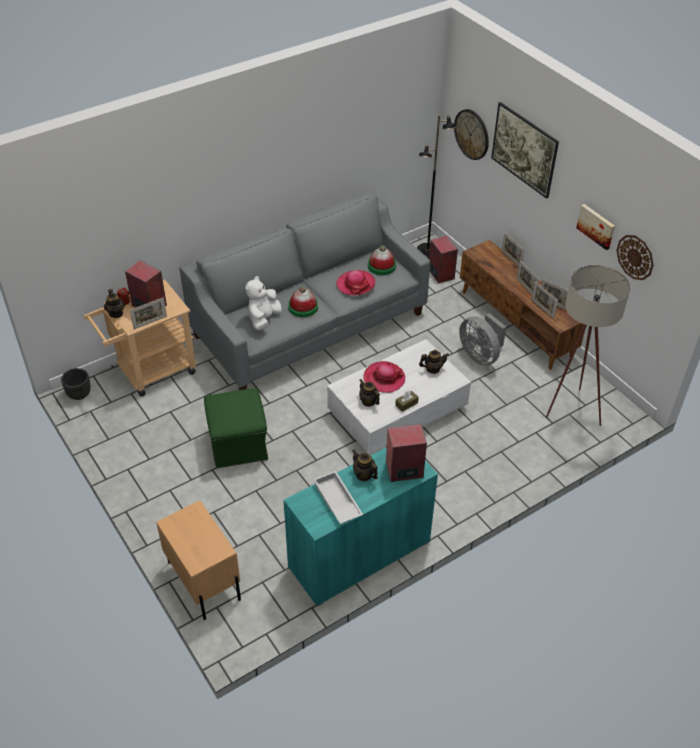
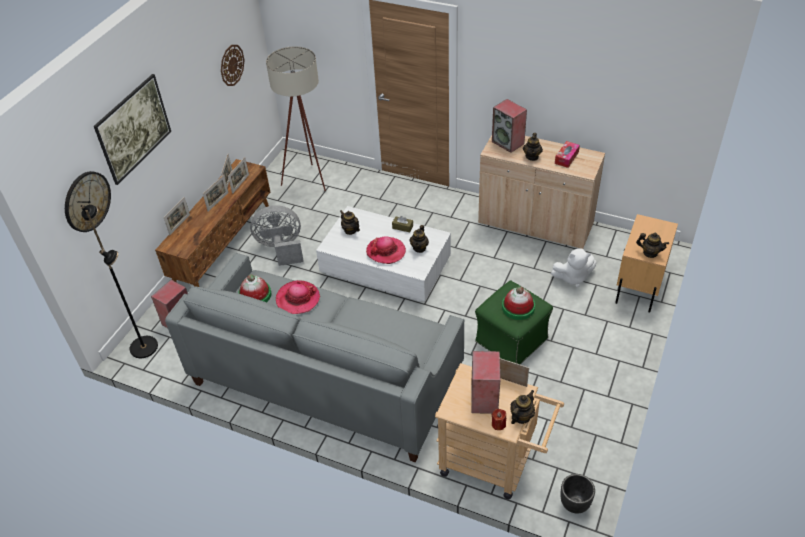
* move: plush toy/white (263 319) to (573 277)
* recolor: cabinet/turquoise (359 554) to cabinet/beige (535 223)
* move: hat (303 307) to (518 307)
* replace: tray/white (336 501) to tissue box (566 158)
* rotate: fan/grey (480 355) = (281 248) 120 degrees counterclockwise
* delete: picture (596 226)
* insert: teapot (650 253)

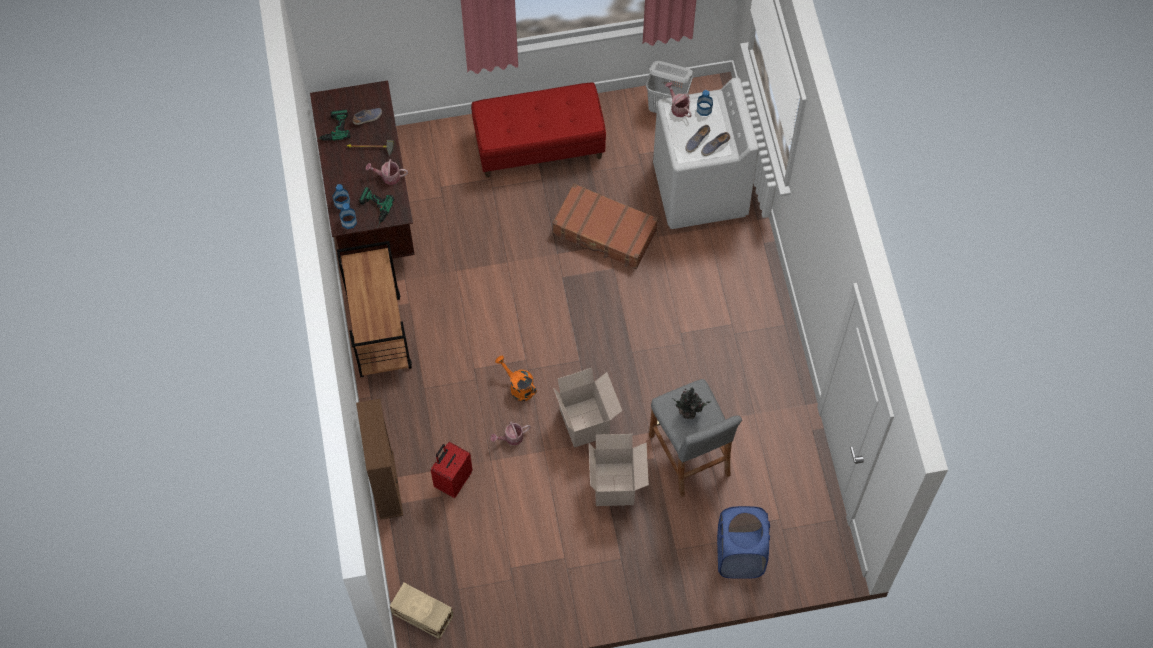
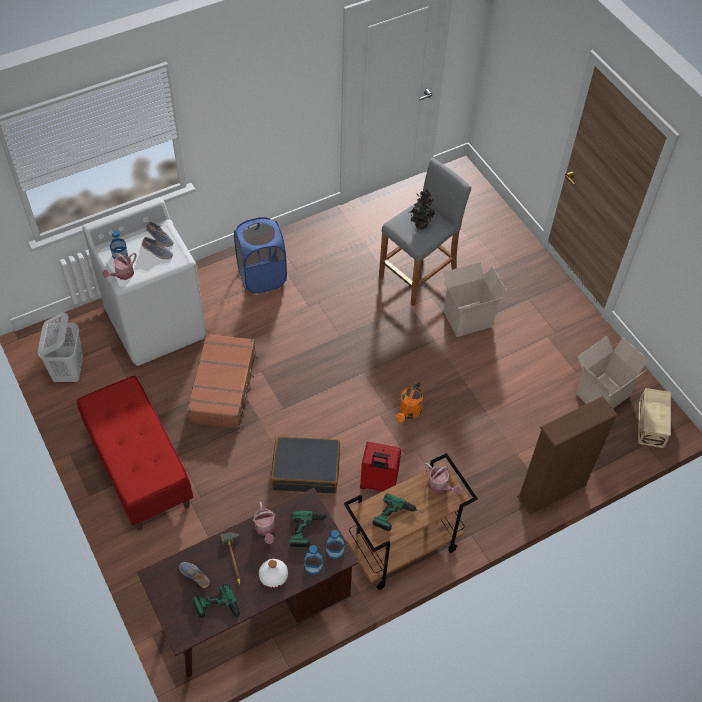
* move: suitcase/red (453 480) to (378 483)
* move: watering can (511 438) to (440 486)
* move: cardboard box (586 422) to (601 393)
* move: laundry basket/blue (739 555) to (262 277)
* insert: bottle/white (273 575)
* insert: suitcase/black (306 470)
* insert: power drill (398 517)

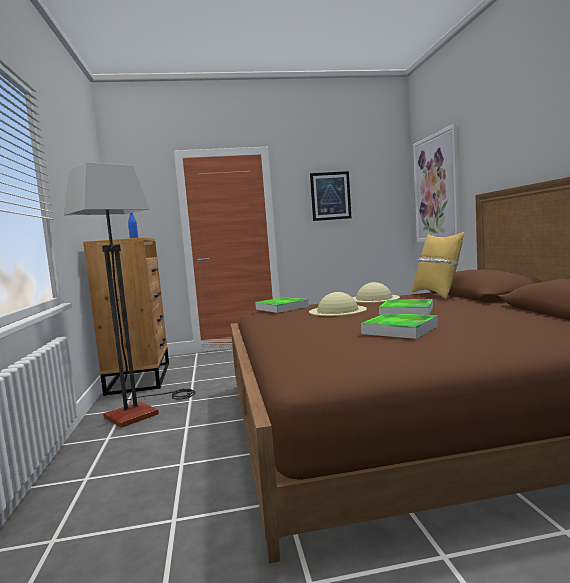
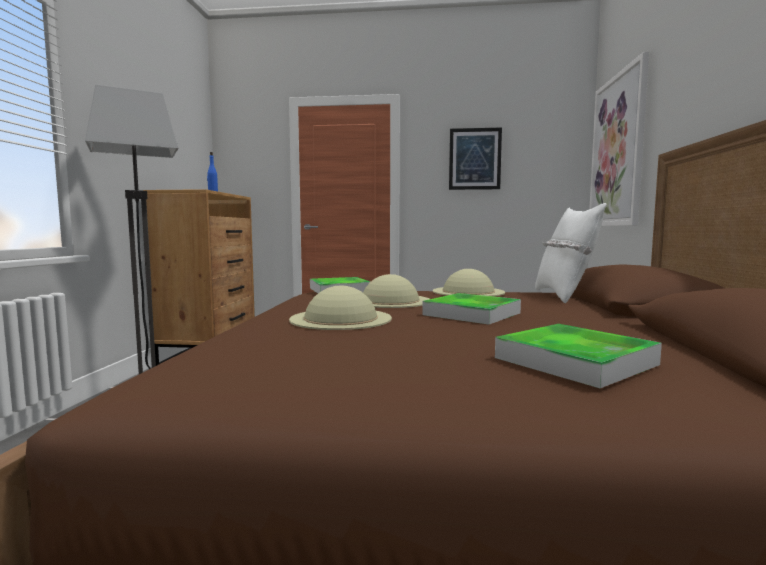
* move: tray (400 330) to (575 361)
* recolor: pillow/yellow (437 294) to pillow/white (564 295)
* insert: hat/beige (340 318)

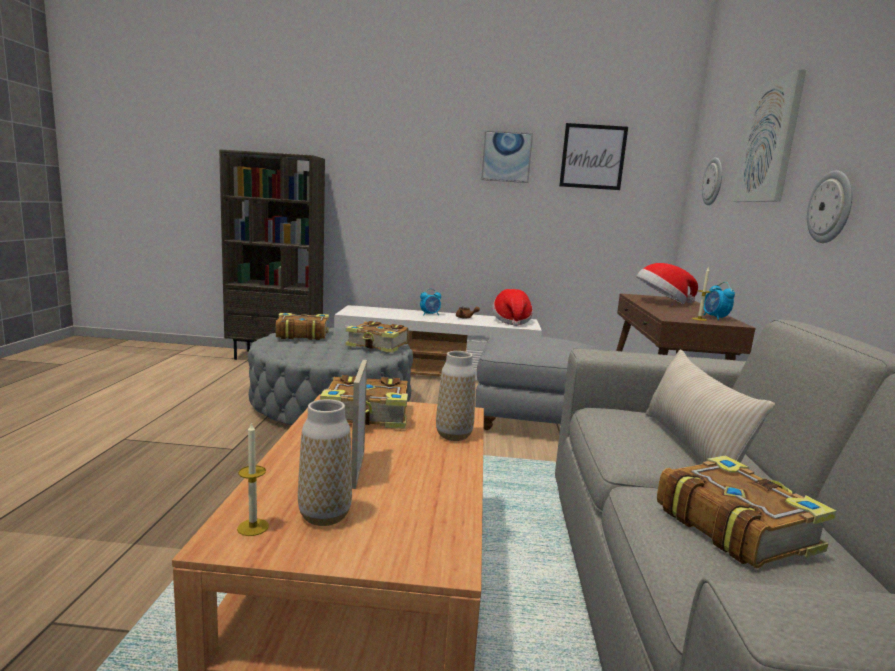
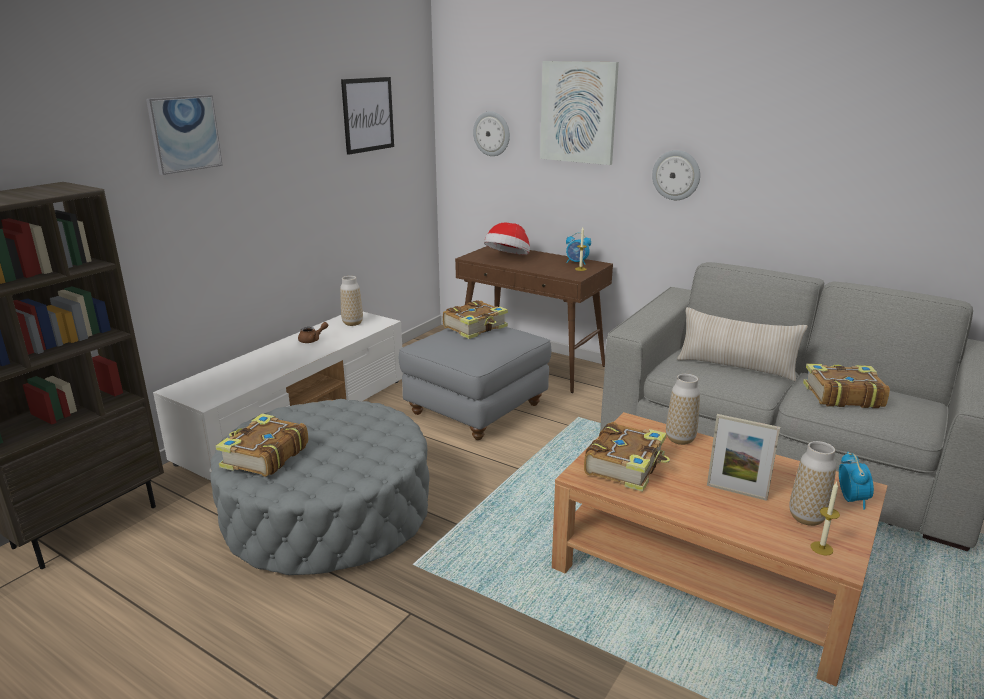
* move: book (378 346) to (476 327)
* move: alarm clock (430 314) to (851 499)
* move: picture (506 157) to (184 133)
* replace: hat (511 321) to vase (352 323)

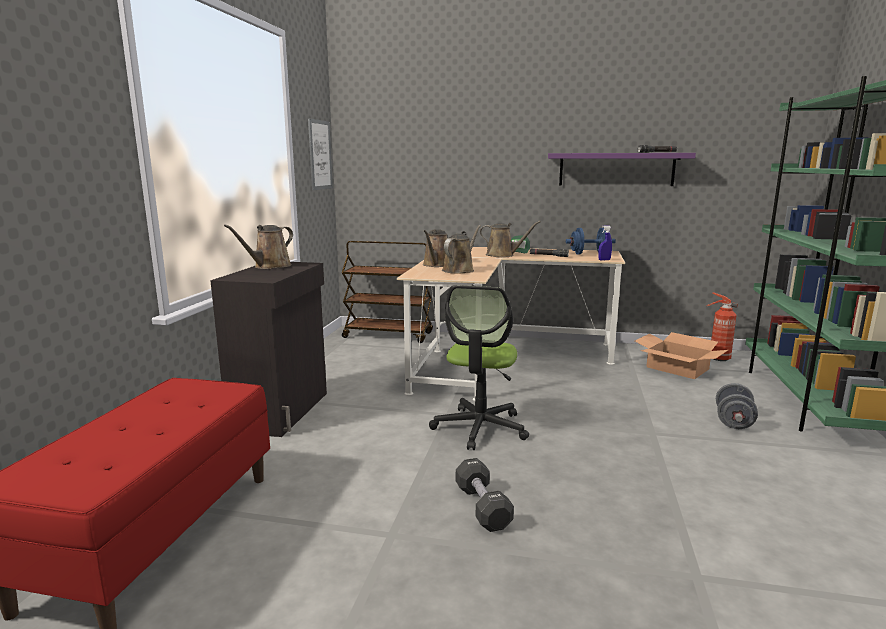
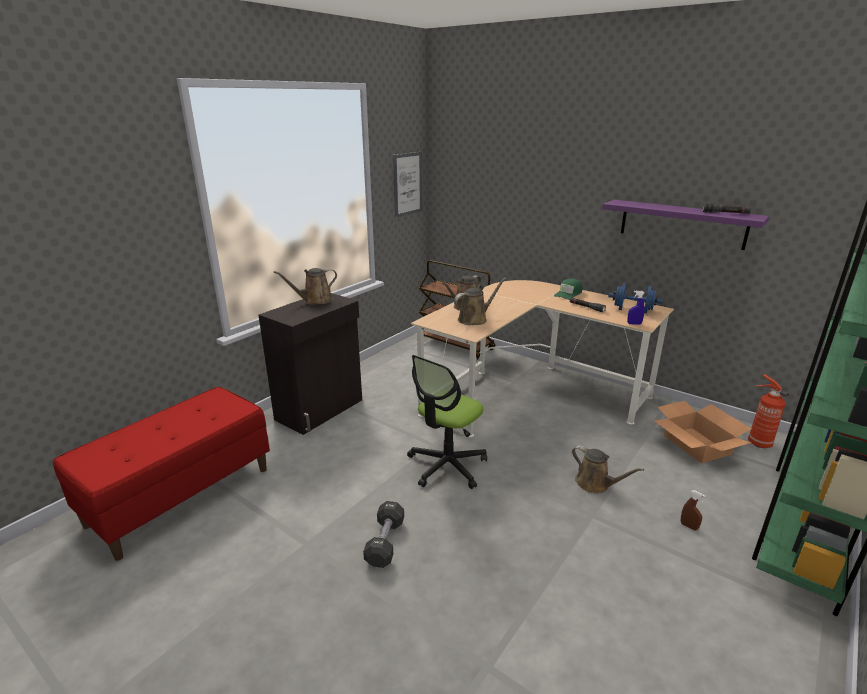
* move: watering can/brown (503 255) to (595 484)
* replace: dumbbell/grey (733 421) to spray bottle/brown (688 526)

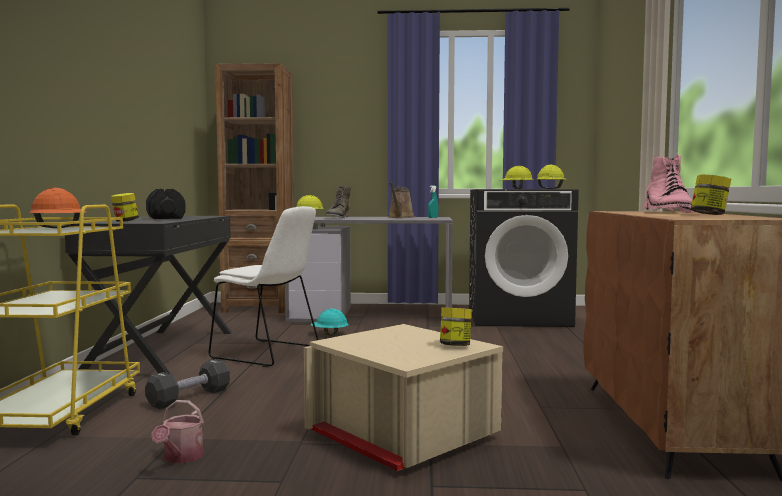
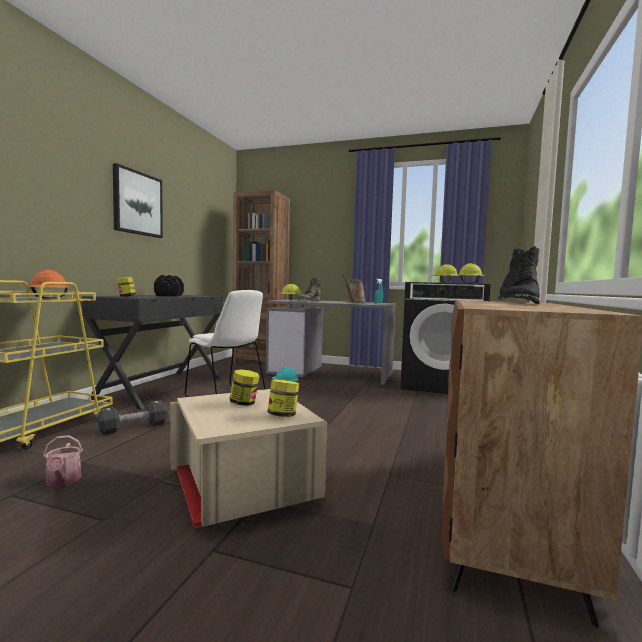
* rotate: watering can (181 458) = (63 481) 45 degrees counterclockwise
* recolor: boot/pink (667 212) to boot/black (518 303)
* move: jar (709 215) to (244 403)
* insert: picture (137 203)

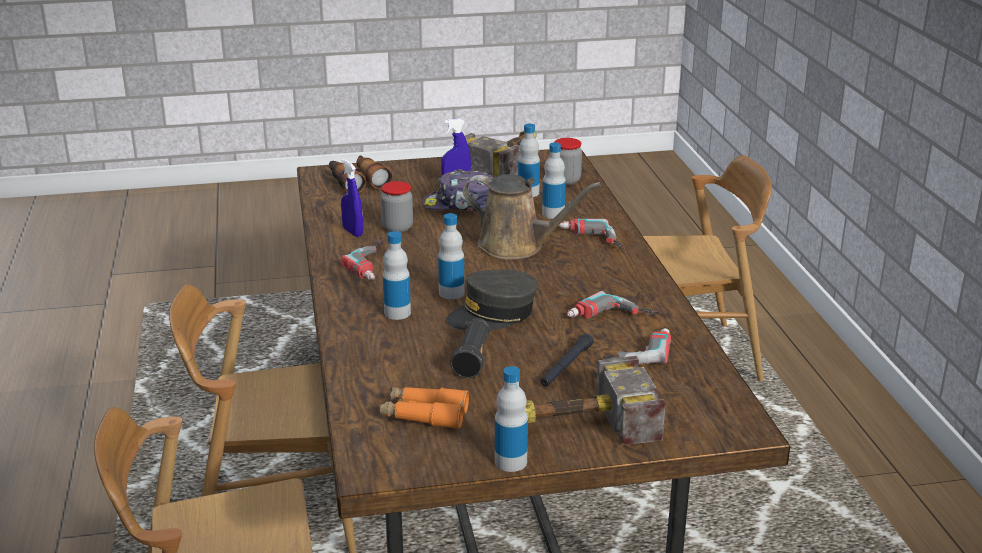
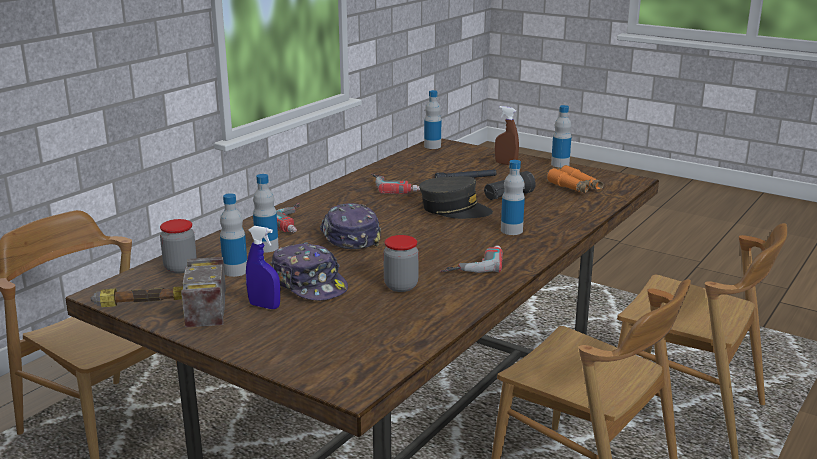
* delete: binoculars (357 182)
* delete: spray bottle/blue (353 232)
* move: bottle (451 293) to (432 146)
* replace: watering can/brown (517 246) to cap (349 237)
* replace: hammer (577 424) to spray bottle/brown (506 164)
* delete: power drill (634 351)

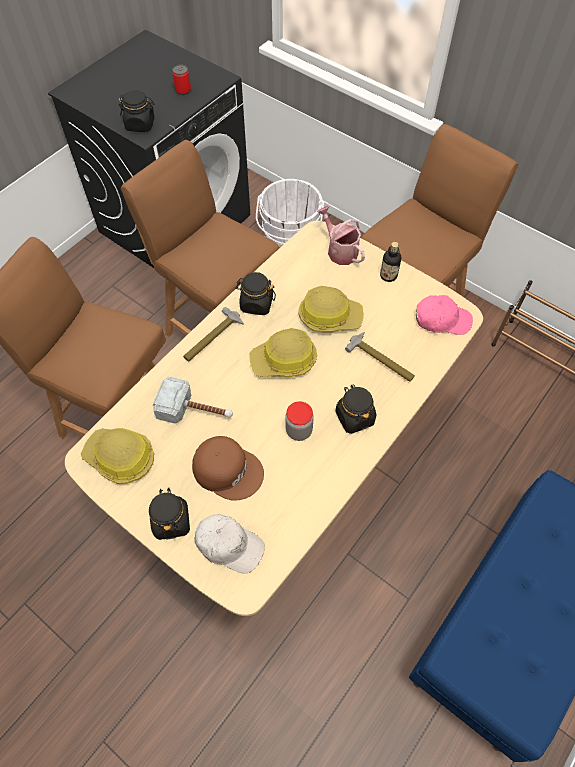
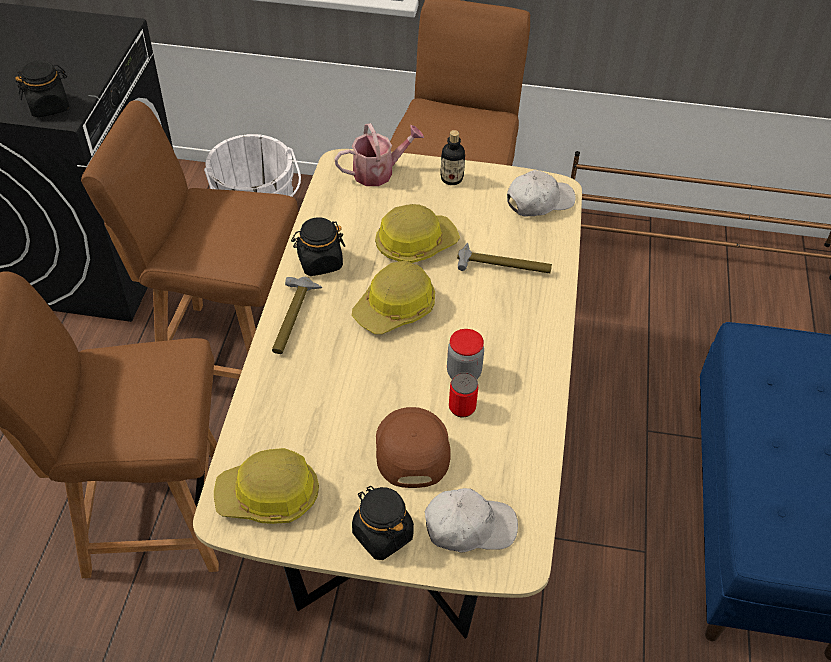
* delete: hammer (196 411)
* move: can (183 90) to (462 407)
* rotate: cap/brown (228 469) = (411 449) 90 degrees counterclockwise
* rotate: watering can (339 250) = (378 172) 135 degrees clockwise
* delete: jar/black (354 417)
* recolor: cap/pink (441 320) to cap/white (539 201)

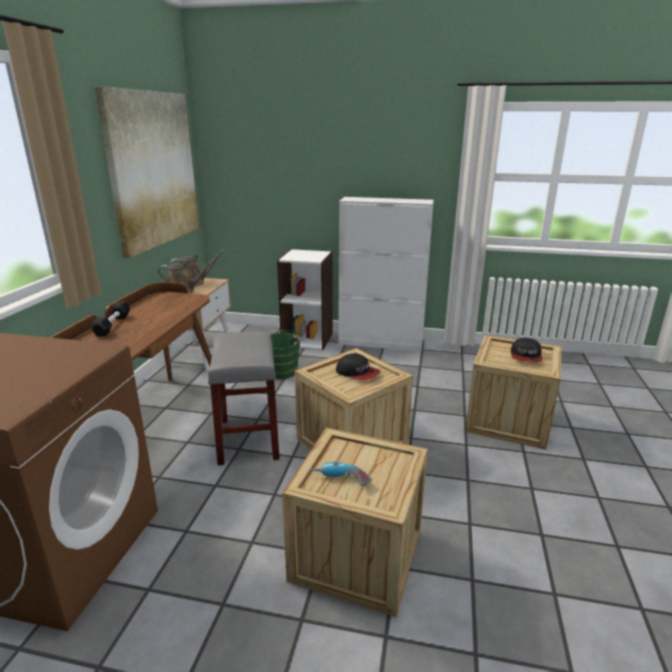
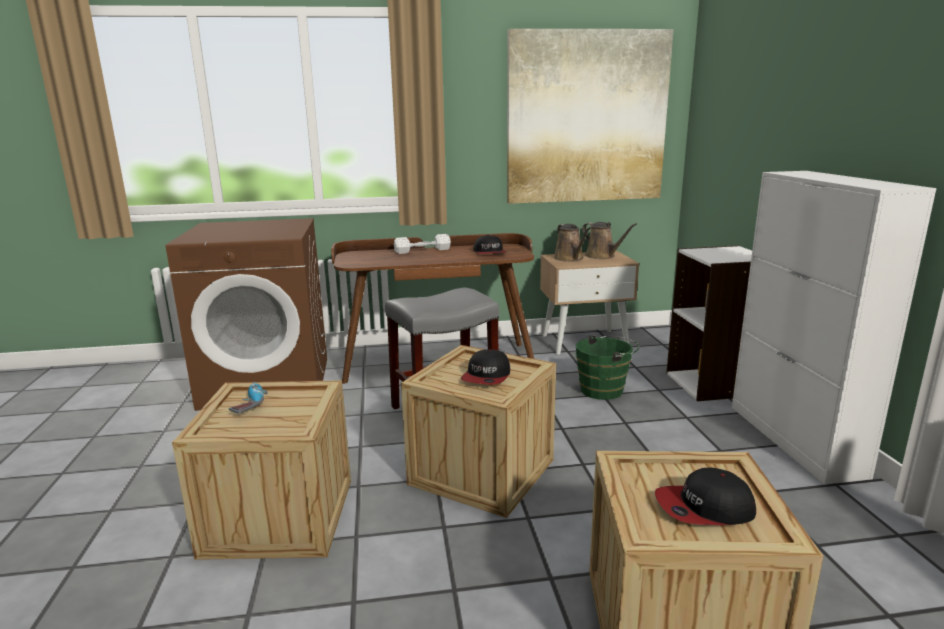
* recolor: dumbbell/black (112 325) to dumbbell/white (422 251)
* insert: cap (489 253)

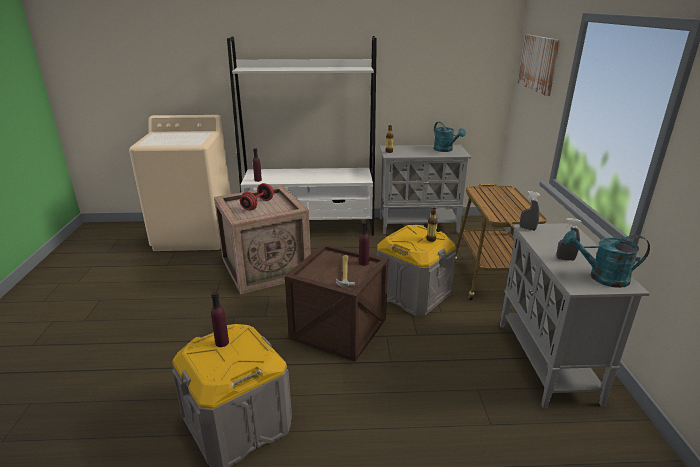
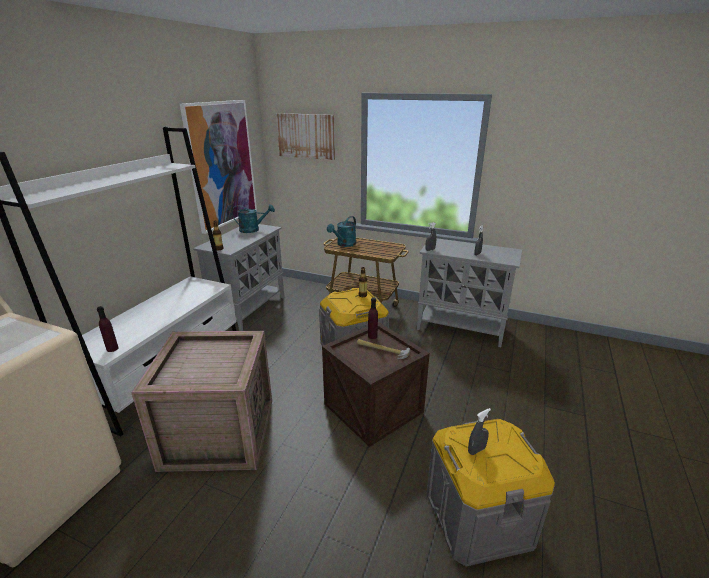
* replace: bottle/purple (222 342) to spray bottle/grey (476 450)
* delete: dumbbell/red (258 205)
* move: watering can/turquoise (601 277) to (344 244)
* insert: picture (222 164)

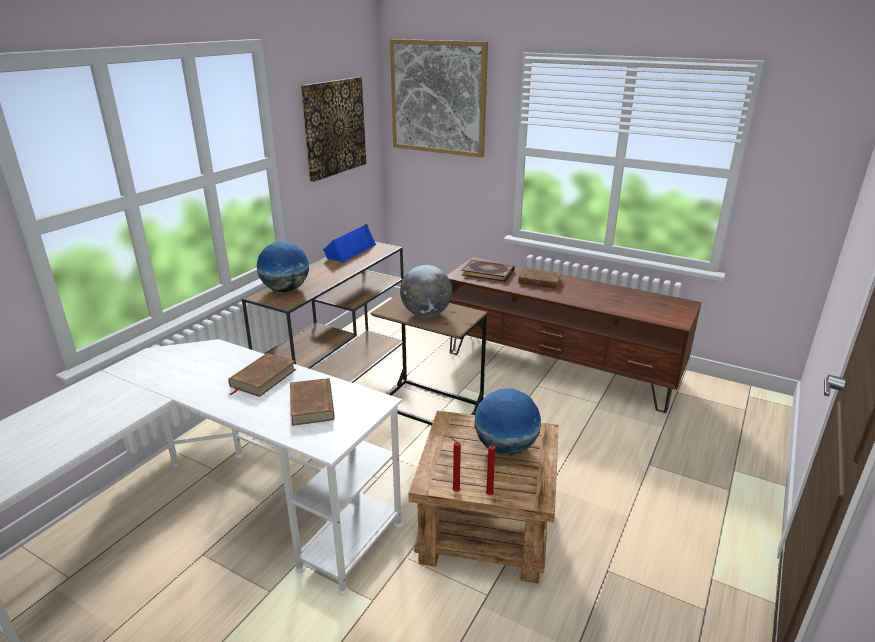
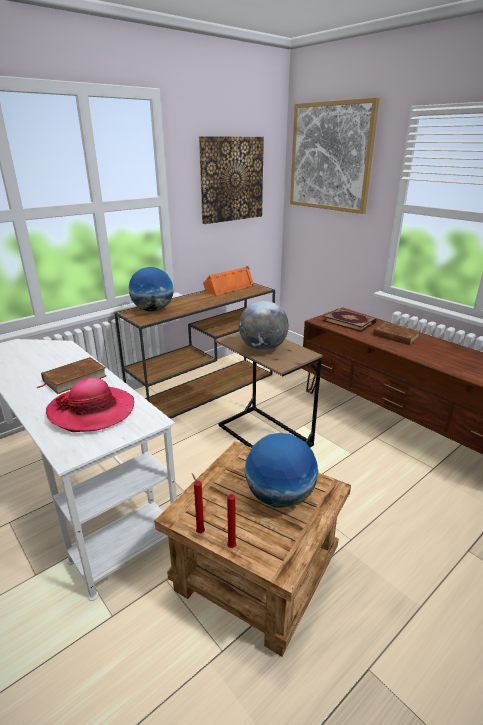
* replace: book/brown (312 405) to hat (92 411)
* recolor: speaker/blue (349 251) to speaker/orange (228 287)

